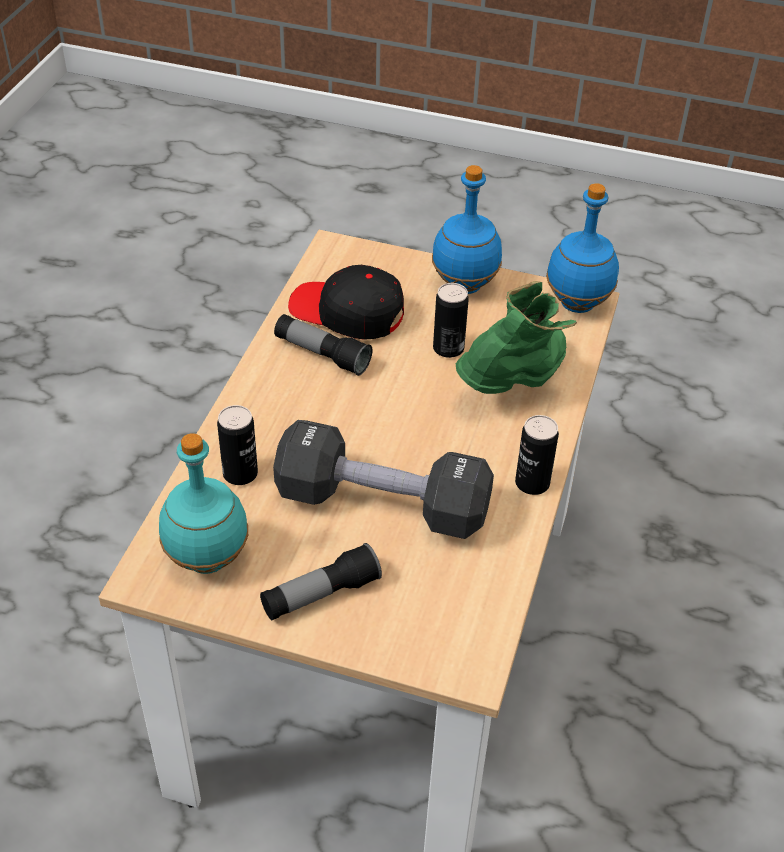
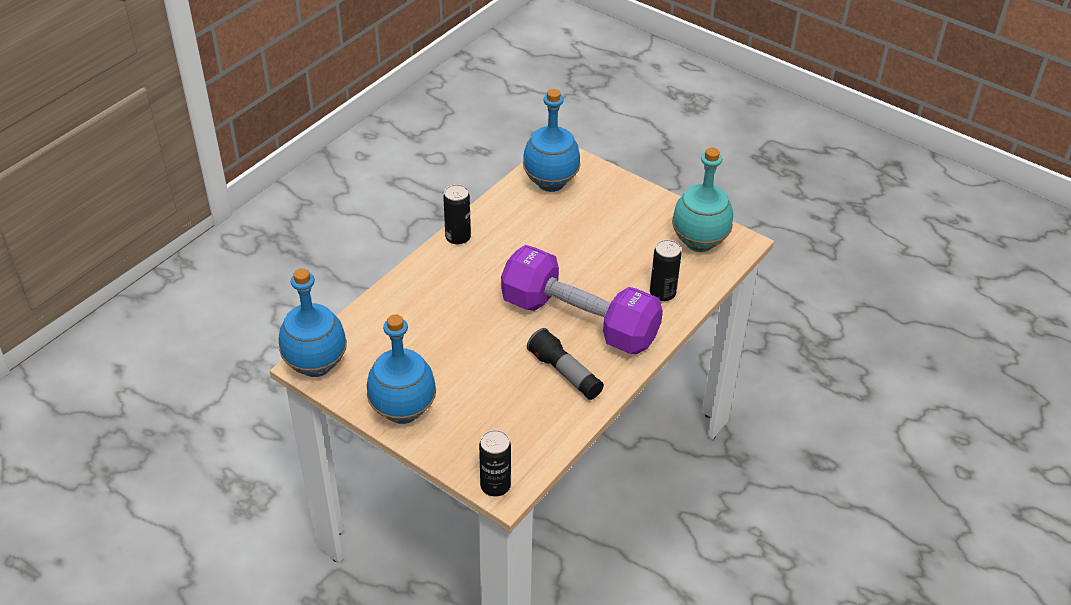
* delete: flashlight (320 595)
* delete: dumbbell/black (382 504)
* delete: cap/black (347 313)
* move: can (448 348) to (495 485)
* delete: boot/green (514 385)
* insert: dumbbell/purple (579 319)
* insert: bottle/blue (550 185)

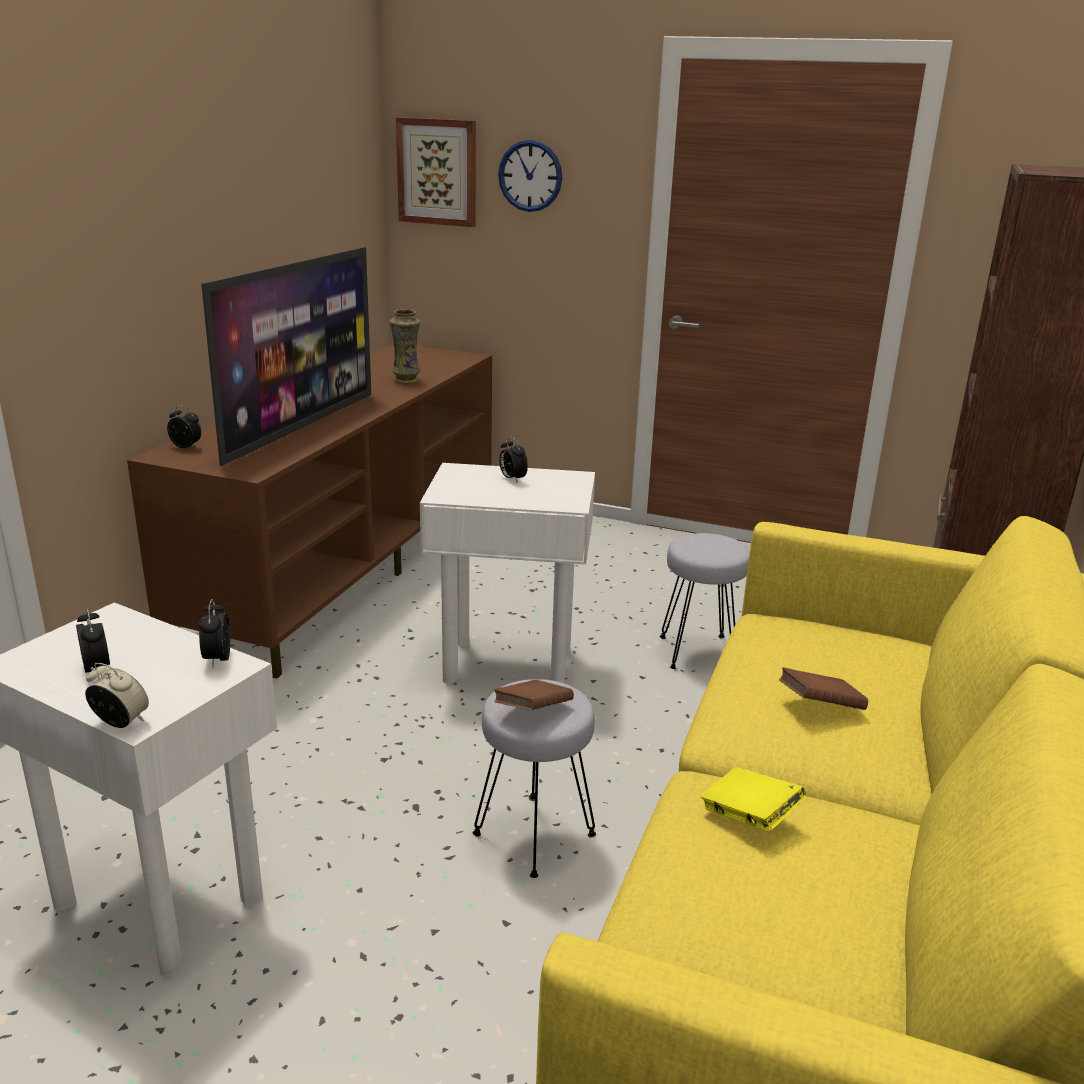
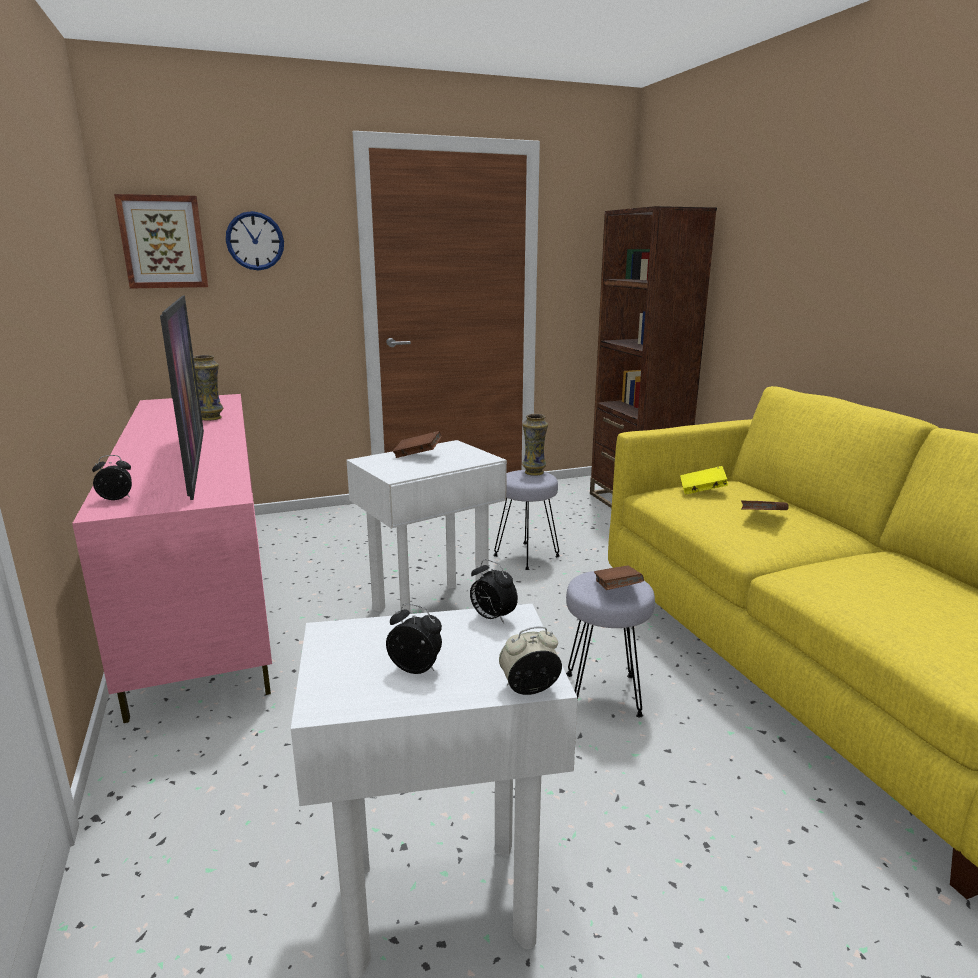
* recolor: tv stand/brown (351 564) to tv stand/pink (205 592)
* replace: alarm clock (512 479) to book/brown (417 455)
* move: book/yellow (749 816) to (702 491)
* insert: vase (534 473)

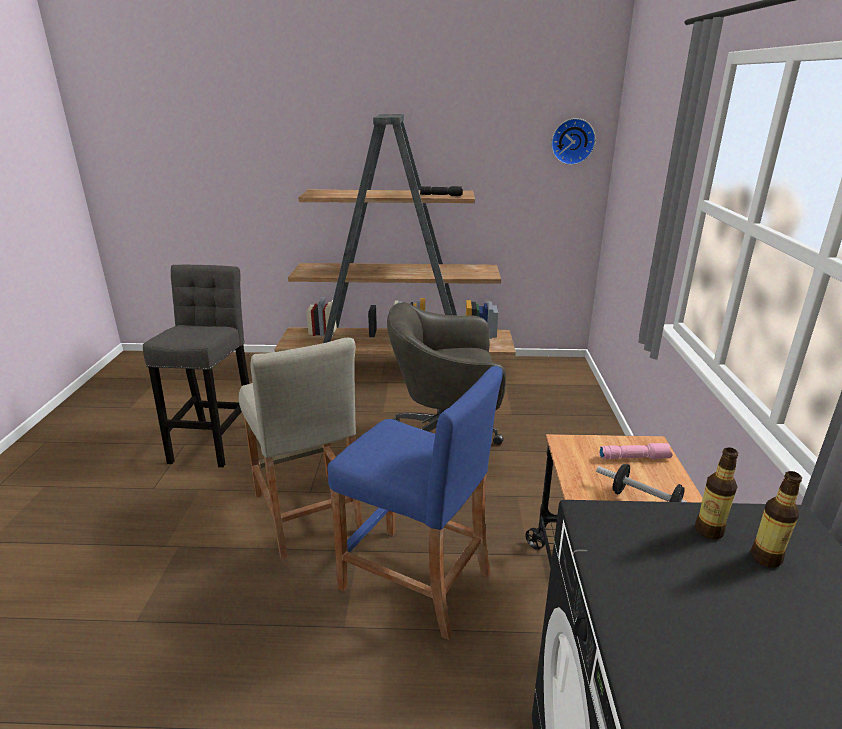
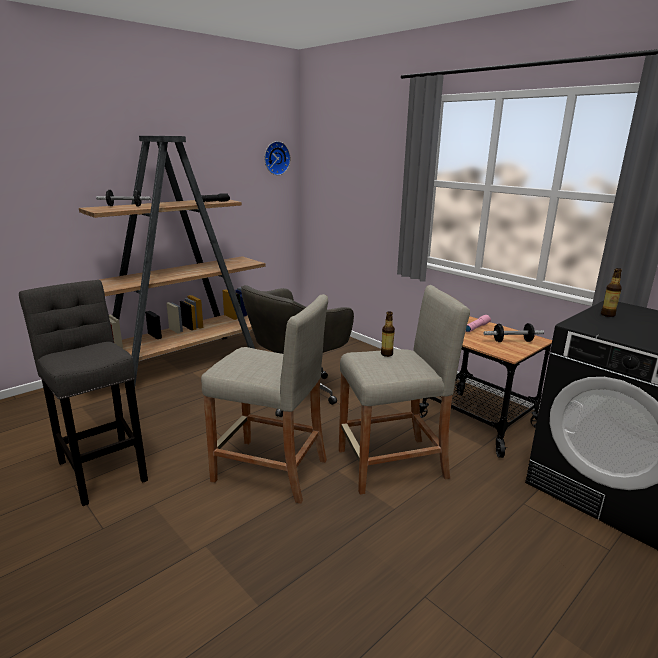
* recolor: stool/blue (415 580) to stool/beige (392 464)
* move: bottle (765 558) to (386 354)
* insert: dumbbell (124 206)

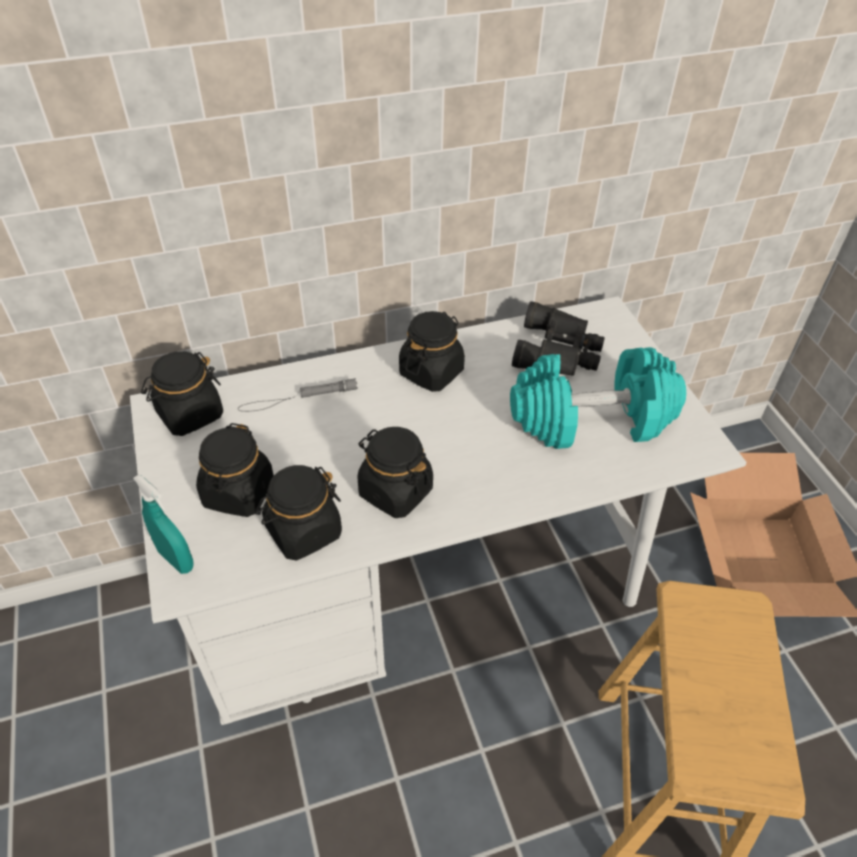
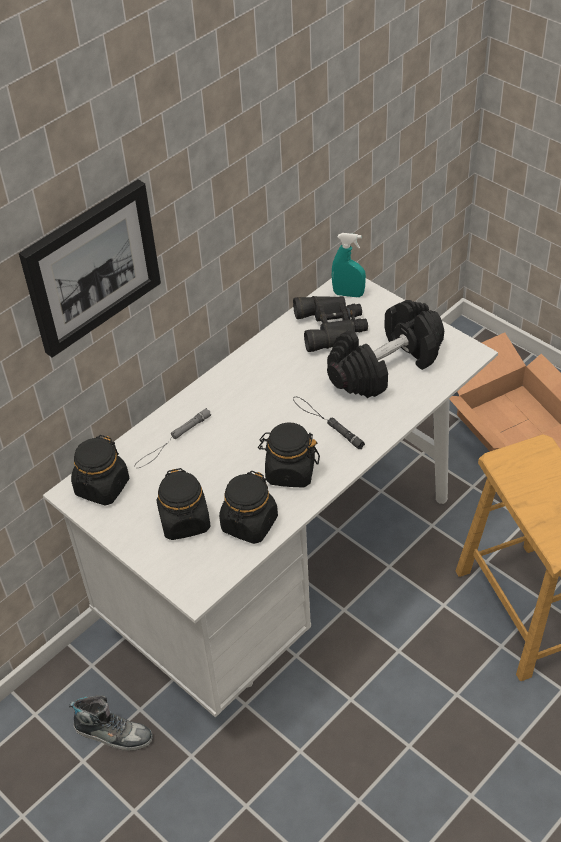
* move: spray bottle/turquoise (176 559) to (348 294)
* delete: jar/black (431 372)
* recolor: dumbbell/turquoise (591 420) to dumbbell/black (385 367)
* insert: picture (91 266)
* insert: shoe (113 733)
* insert: flashlight/black (327 422)

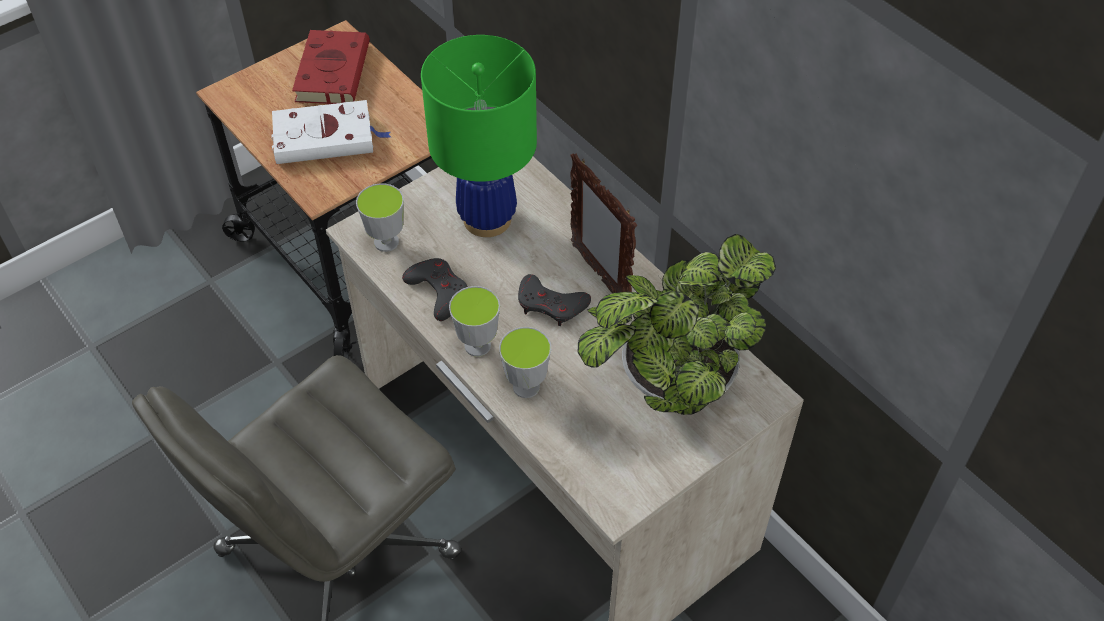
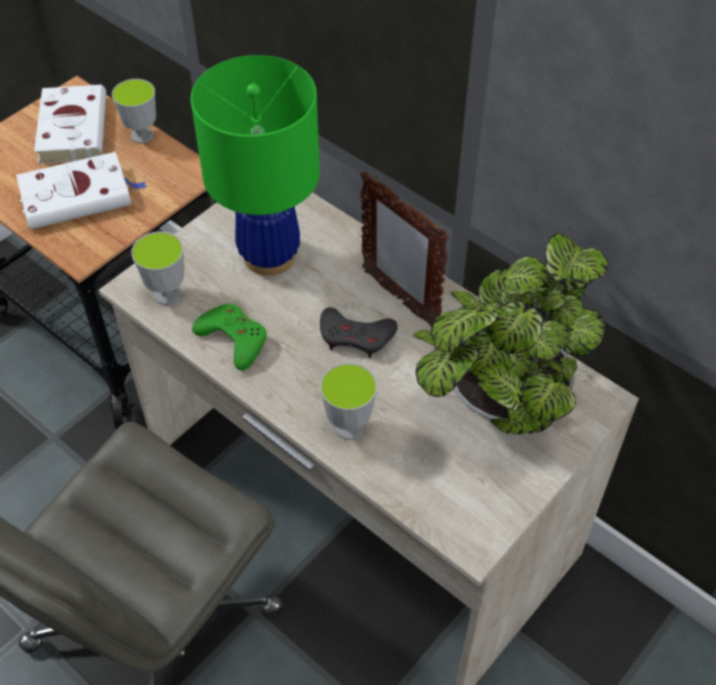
* recolor: book/red (332 71) to book/white (73 127)
* recolor: game controller/grey (438 291) to game controller/green (233 339)
* move: cup (477 345) to (142 136)

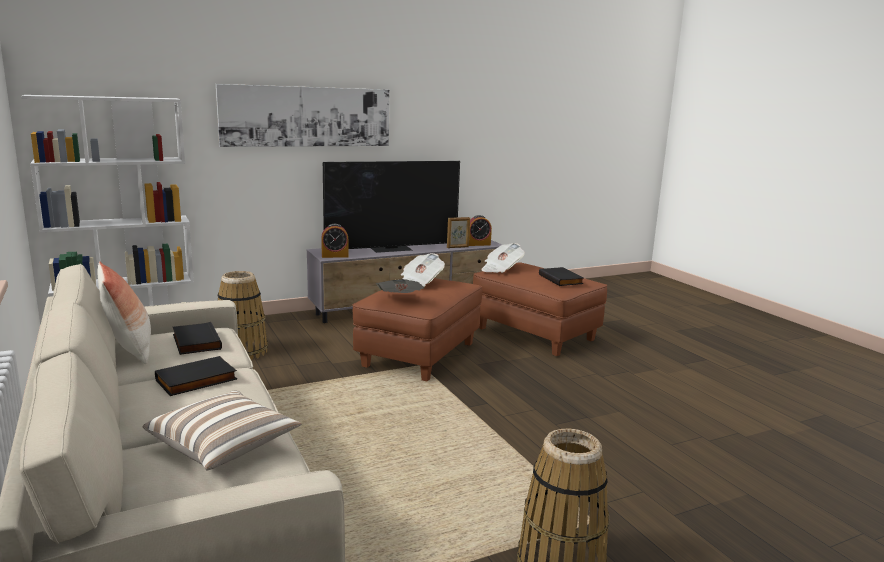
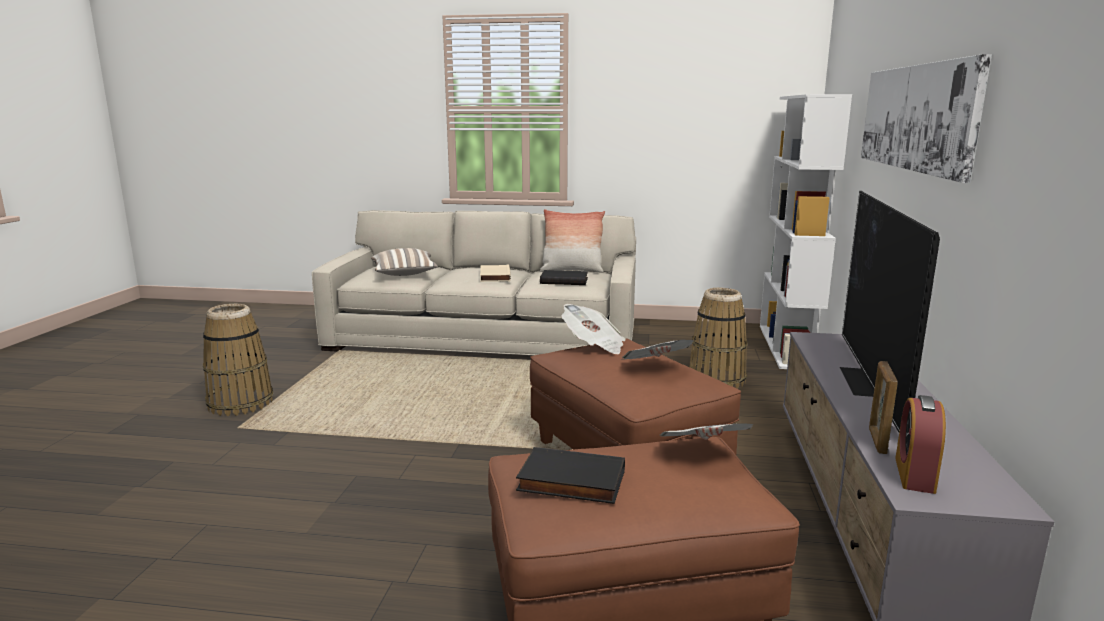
* recolor: book/black (196 381) to book/beige (494 276)
* delete: alarm clock (335 256)

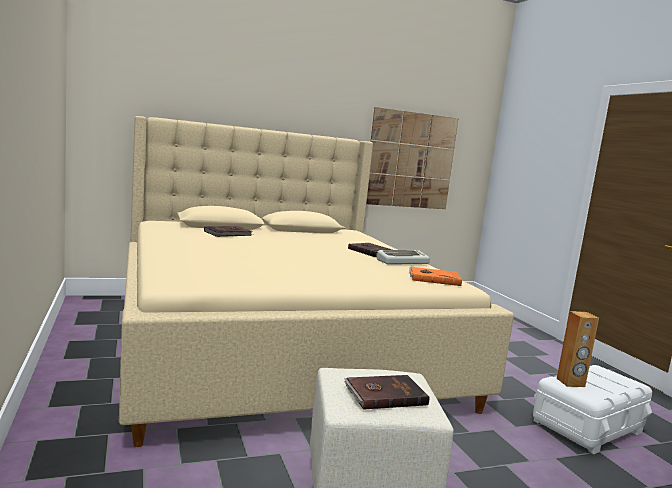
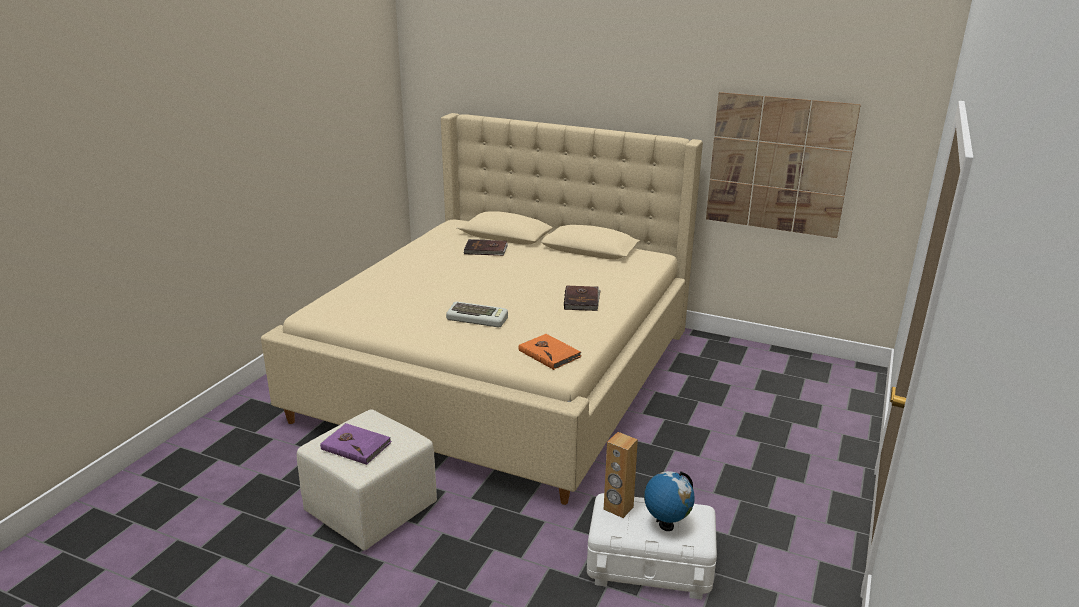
* recolor: book/brown (384 394) to book/purple (356 445)
* move: keyboard (402 261) to (478 319)
* insert: globe (666 525)

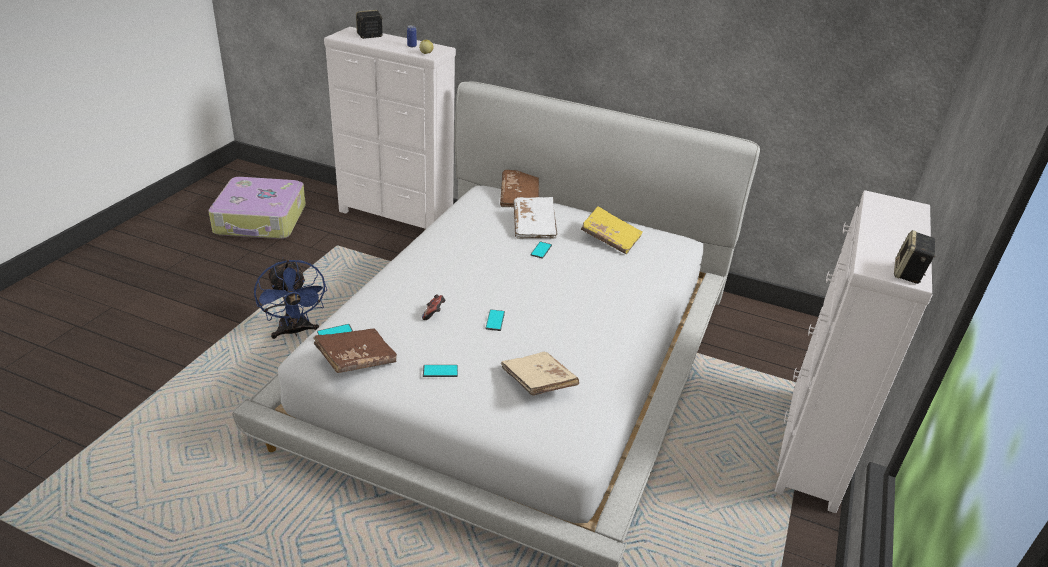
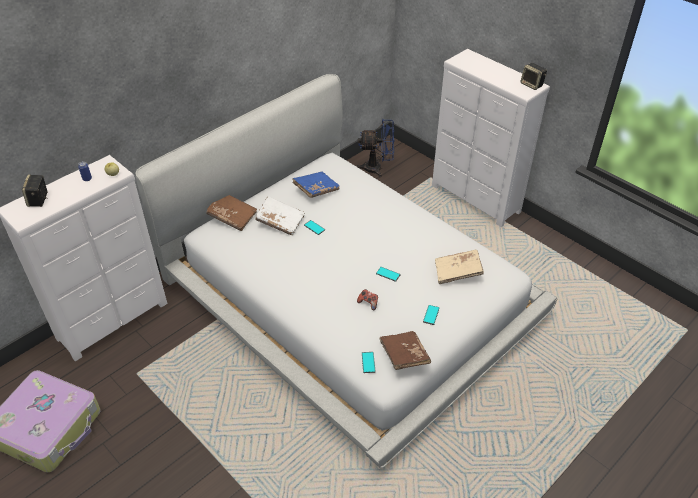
* move: fan/blue (295 331) to (377 168)
* recolor: book/yellow (610 239) to book/blue (316 190)

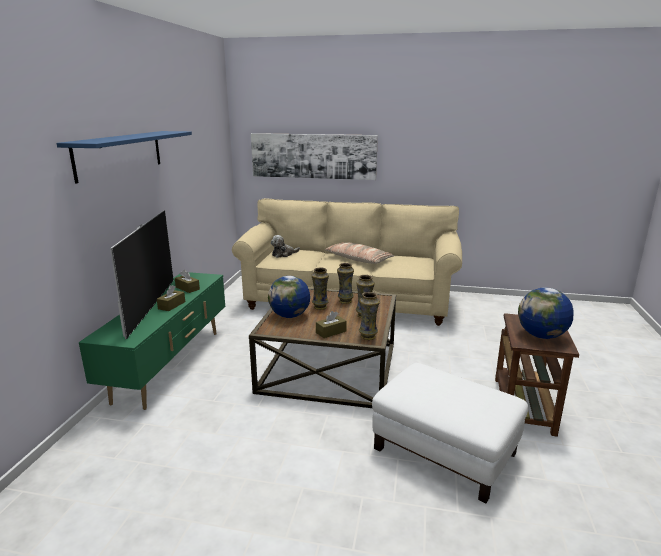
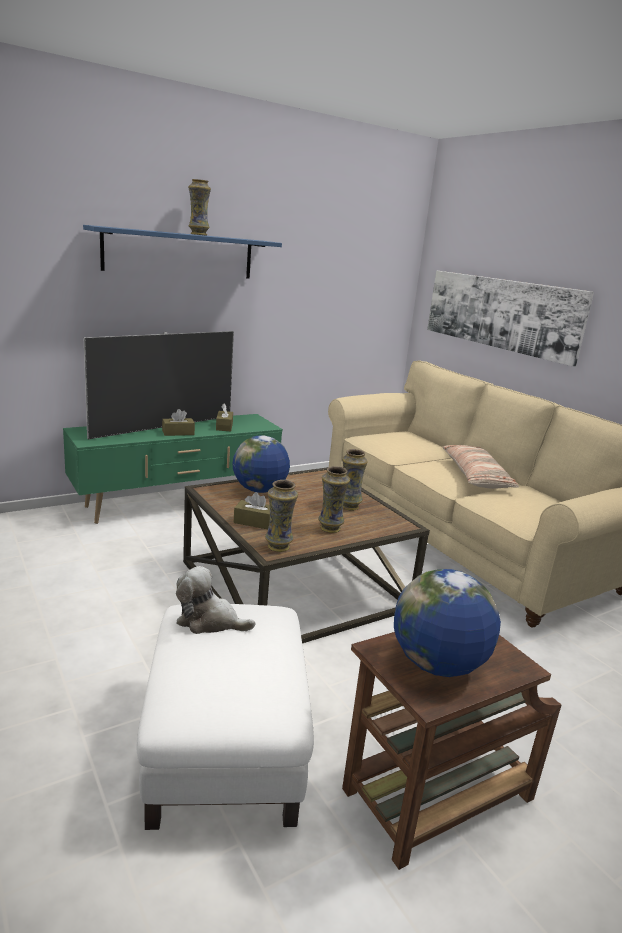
* move: plush toy (284 254) to (209 621)
* move: vase (320 307) to (198 234)

